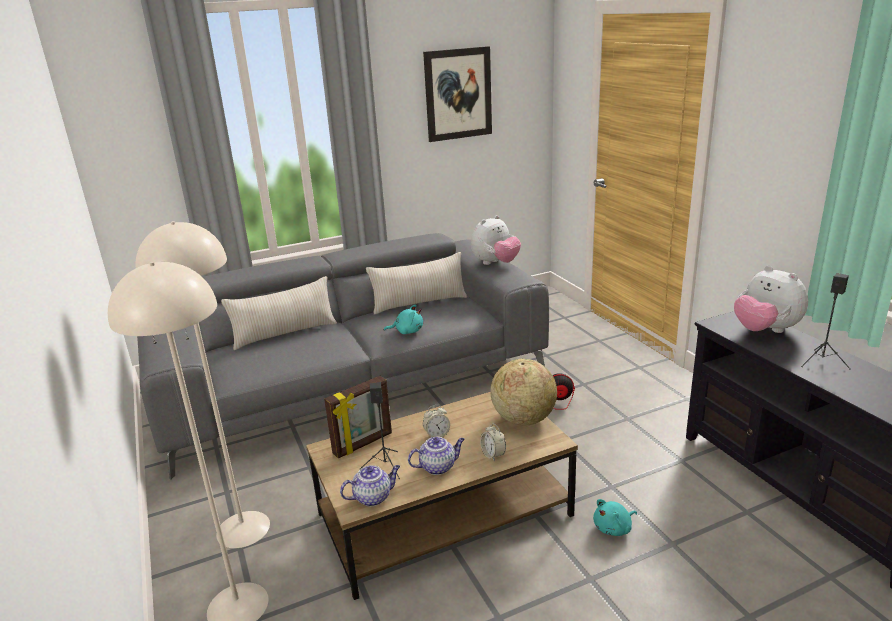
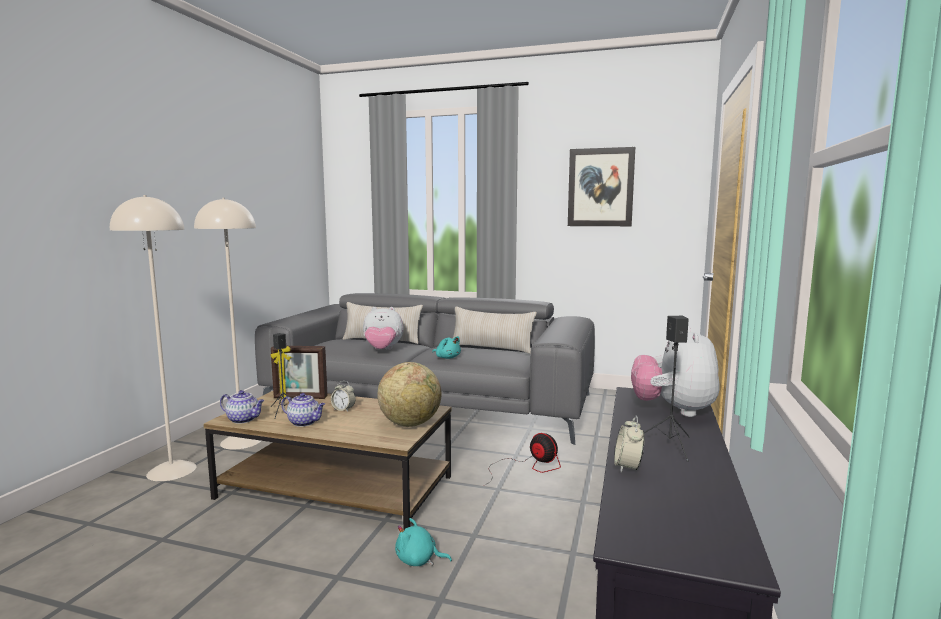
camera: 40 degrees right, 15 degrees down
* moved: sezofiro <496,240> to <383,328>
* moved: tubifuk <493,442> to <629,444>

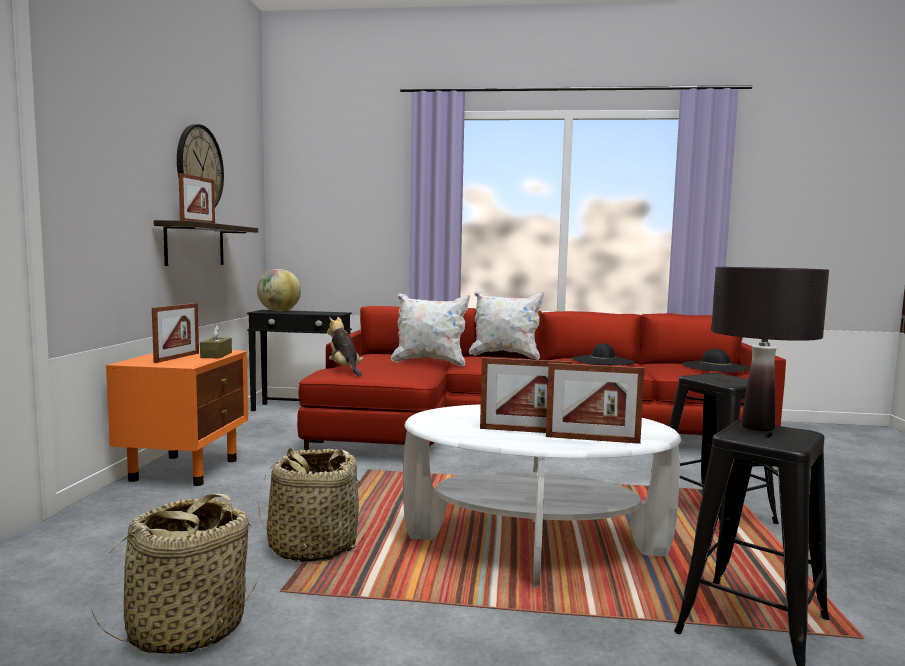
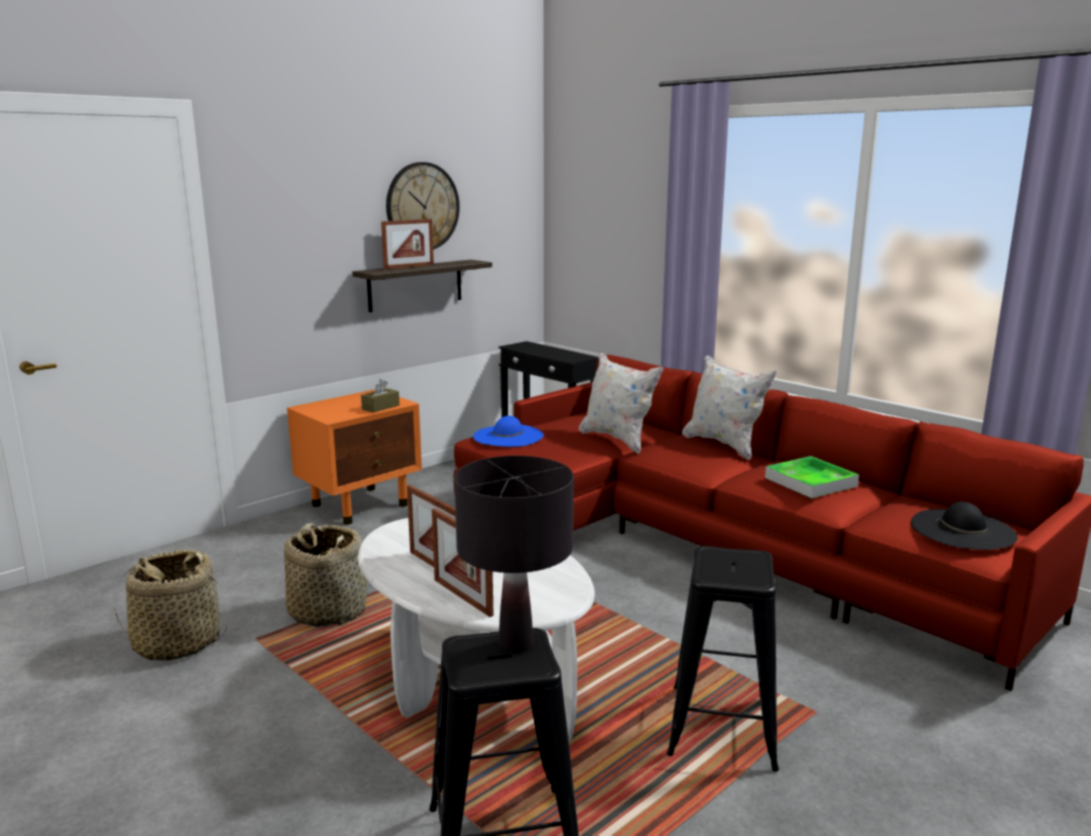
camera: 40 degrees right, 10 degrees up
* removed: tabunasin <279,290>
* removed: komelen <175,333>
* replaced: sezofiro <345,346> to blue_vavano <508,431>
* replaced: black_vavano <603,354> to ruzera <812,477>

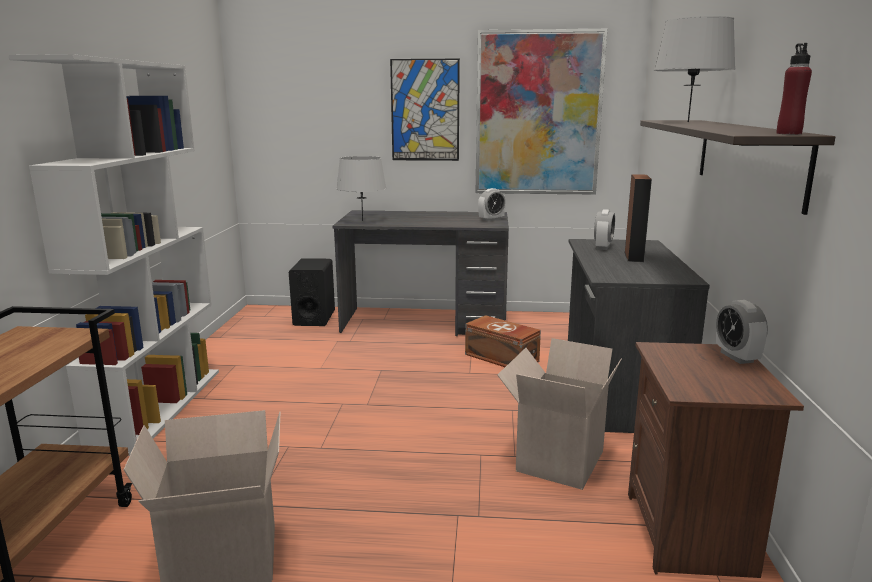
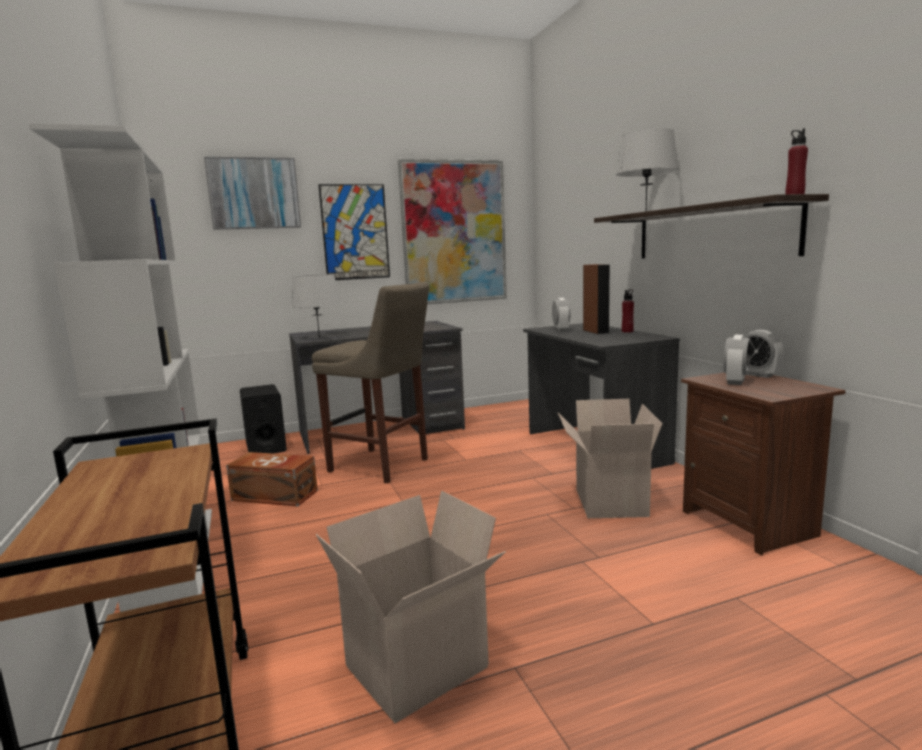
camera: 25 degrees left, 5 degrees down
* moved: tubifuk <492,204> to <737,360>
* moved: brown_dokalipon <503,341> to <272,479>
* added: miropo <252,193>
* added: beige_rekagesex <370,382>
* added: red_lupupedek <628,311>

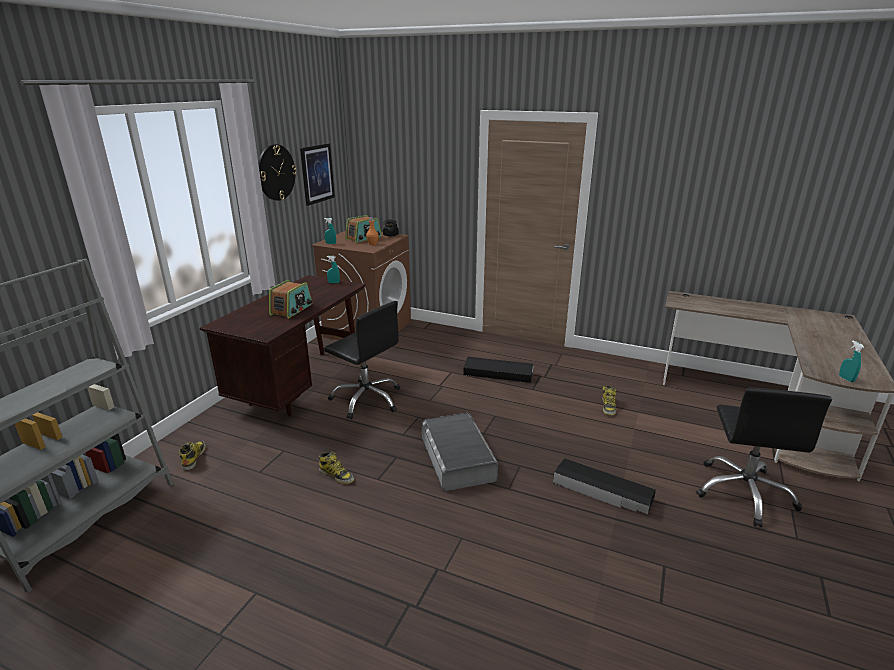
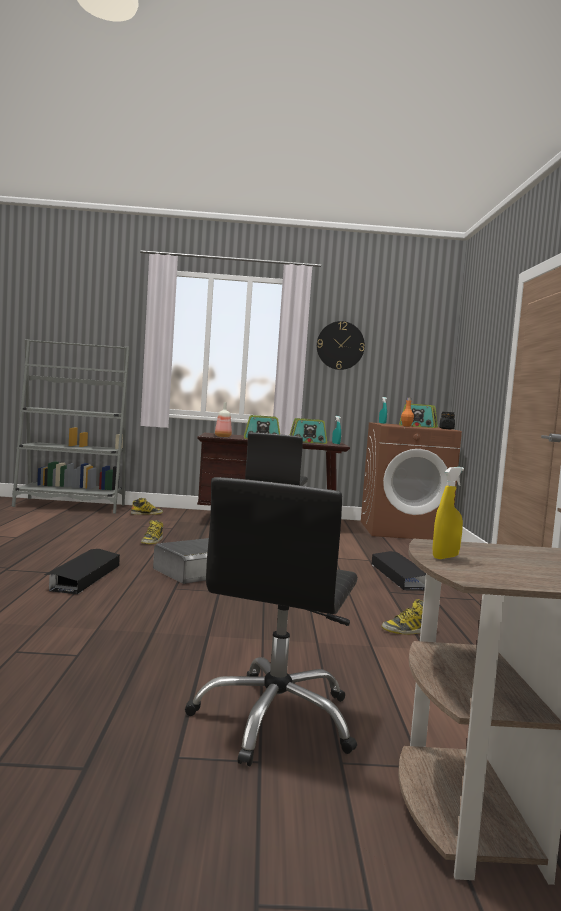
camera: 65 degrees right, 20 degrees down
* removed: miropo <317,174>
* recoloured: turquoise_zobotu <851,361> to yellow_zobotu <448,513>
* turned: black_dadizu <764,457> = <271,621> 60 degrees counterclockwise
* moved: black_dokalipon <604,486> to <82,571>
* added: lupupedek <223,419>
* added: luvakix <308,431>

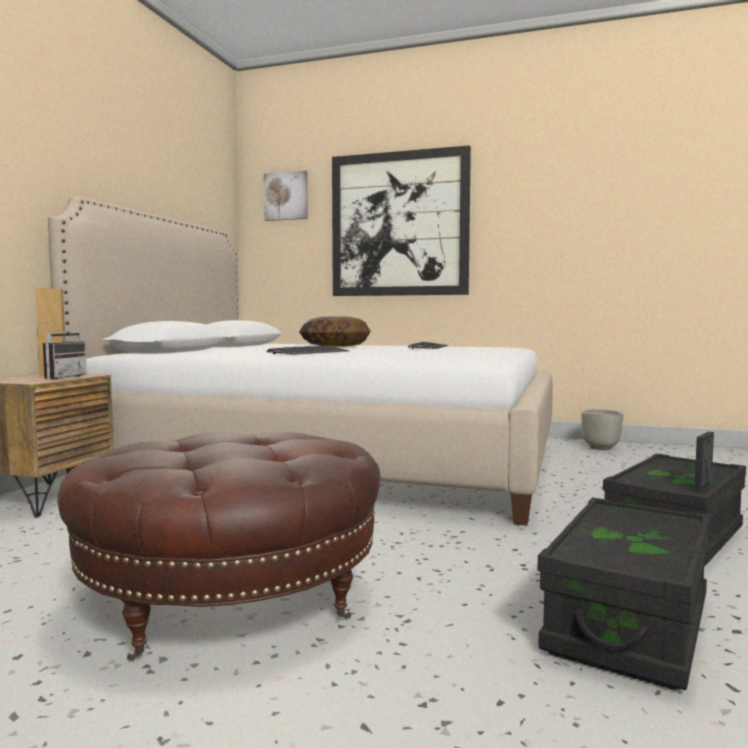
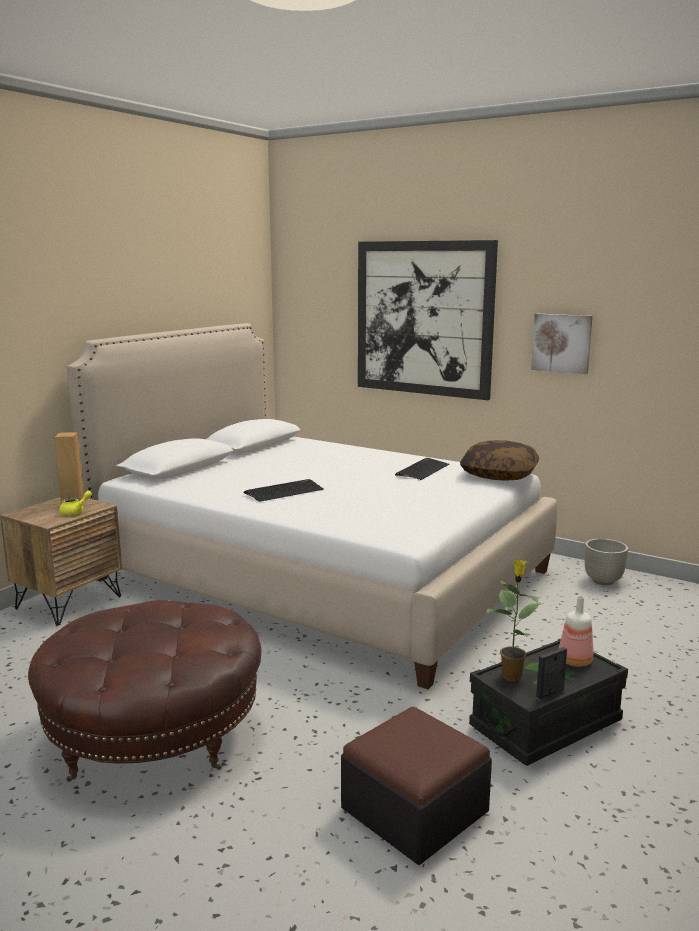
camera: 15 degrees right, 10 degrees up
* moved: miropo <286,196> to <562,343>
* moved: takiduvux <335,332> to <499,460>
* replaced: luvakix <65,350> to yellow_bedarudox <75,503>
* replaced: black_dokalipon <623,593> to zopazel <416,786>
* added: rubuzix <515,620>
* added: lupupedek <576,631>

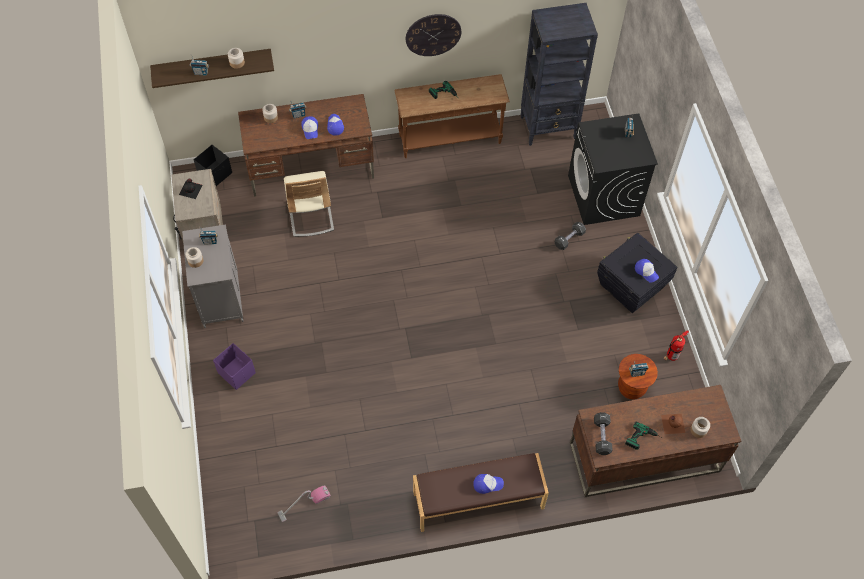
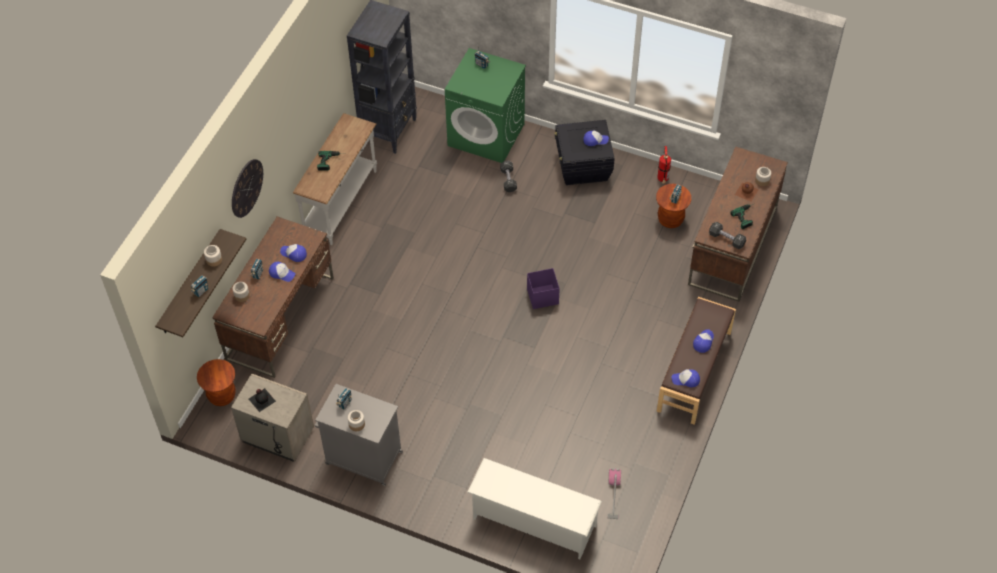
camera: 55 degrees left, 5 degrees down
* moved: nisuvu <433,35> to <247,188>
* recoloured: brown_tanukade <452,116> to white_tanukade <335,179>
* recoloured: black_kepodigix <613,169> to green_kepodigix <485,105>
* replaced: black_dokalipon <213,165> to brown_rekagesex <216,382>
* removed: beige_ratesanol <309,204>
* moved: purple_dokalipon <234,366> to <543,288>
* added: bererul <686,378>
* added: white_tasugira <534,508>

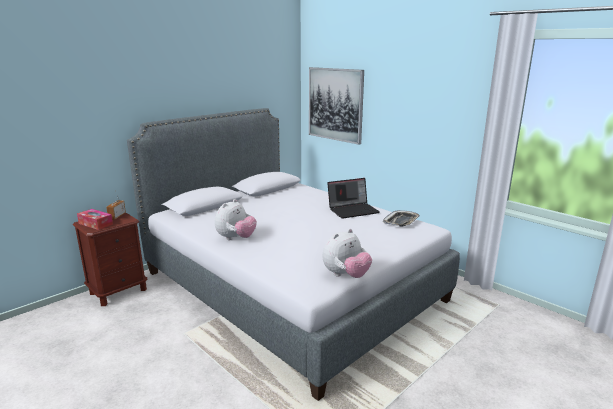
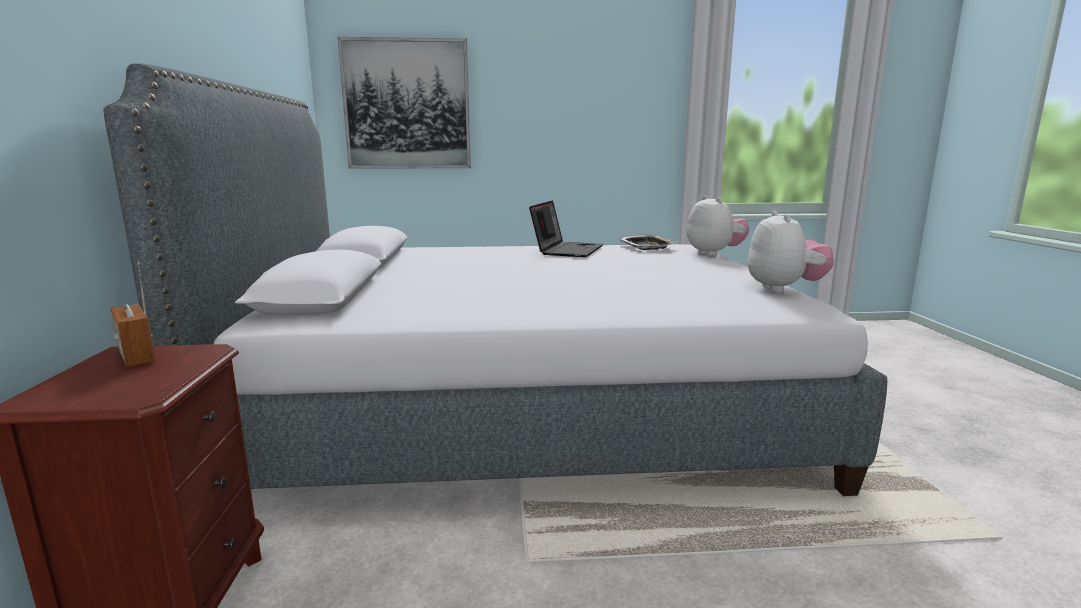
camera: 50 degrees left, 5 degrees down
* moved: sezofiro <236,219> to <717,225>
* removed: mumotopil <95,219>

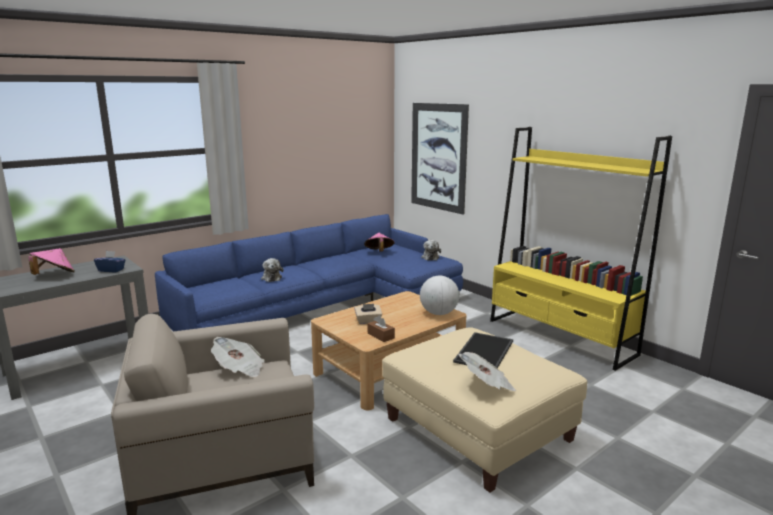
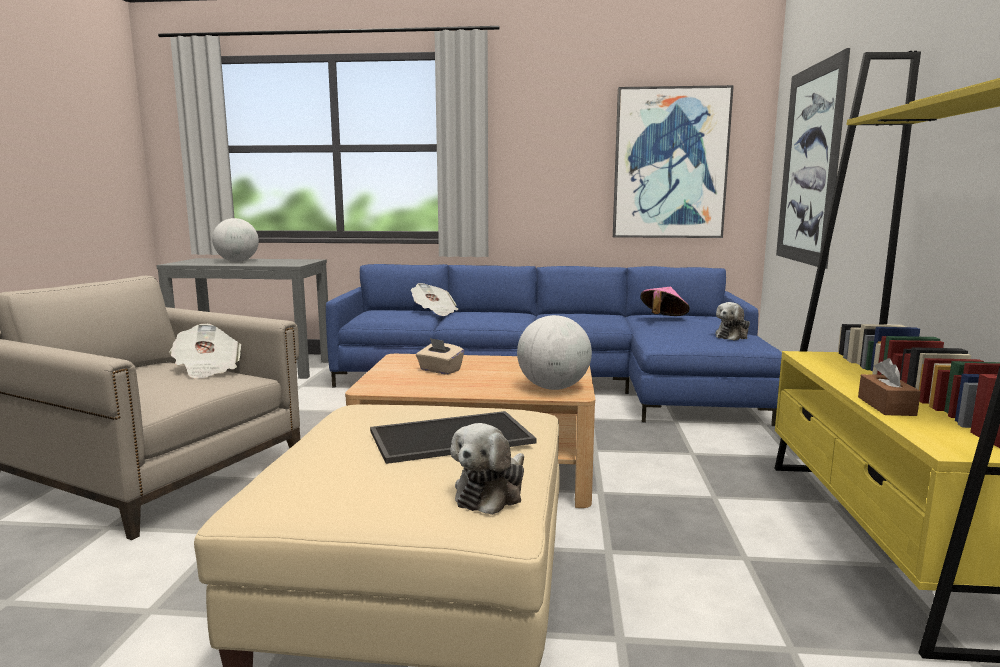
camera: 45 degrees right, 5 degrees down
* replaced: pink_vavano <51,261> to tabunasin <235,240>
* removed: blue_mumotopil <109,261>
* moved: sezofiro <272,270> to <487,469>
* moved: brown_mumotopil <381,328> to <889,387>
* moved: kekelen <487,371> to <434,299>
* added: miropo <673,161>

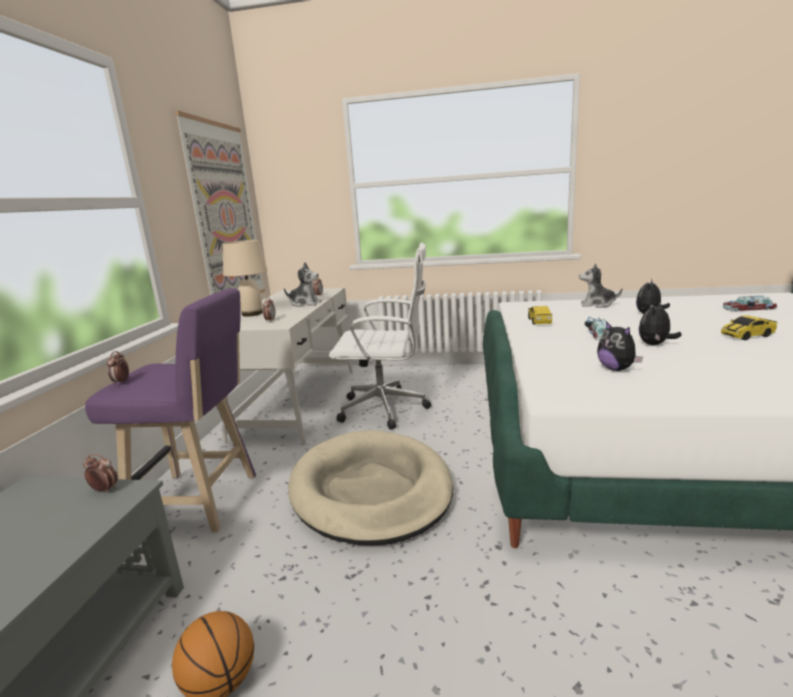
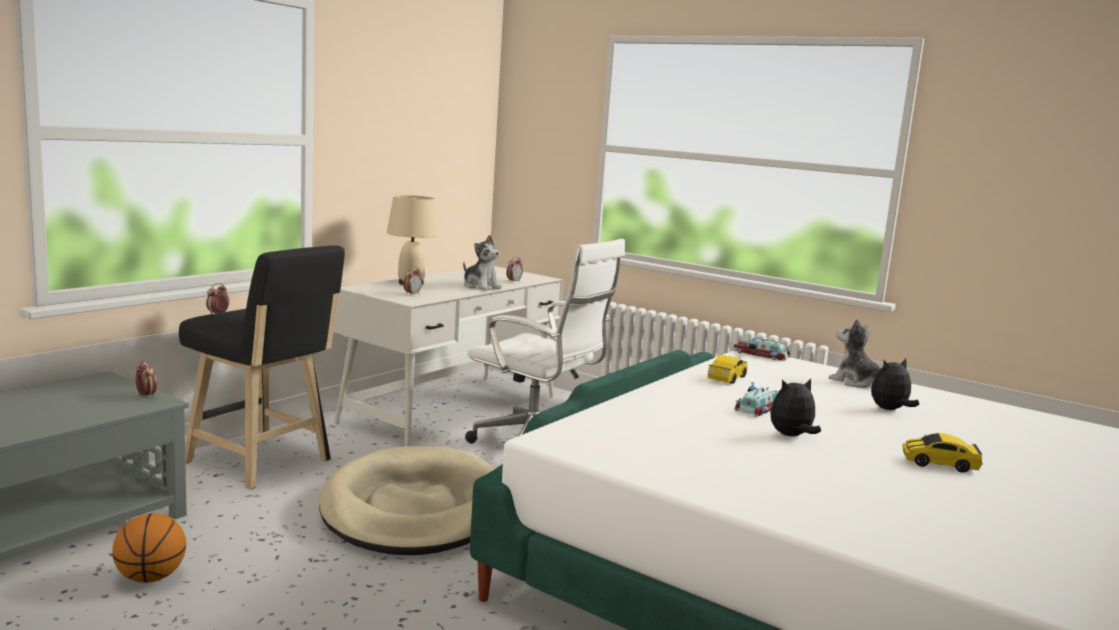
camera: 25 degrees right, 5 degrees down
* removed: miropo <220,202>
* recoloured: purple_rekagesex <170,410> to black_rekagesex <262,367>
* moved: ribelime <749,304> to <762,349>
* removed: sezofiro <620,346>

